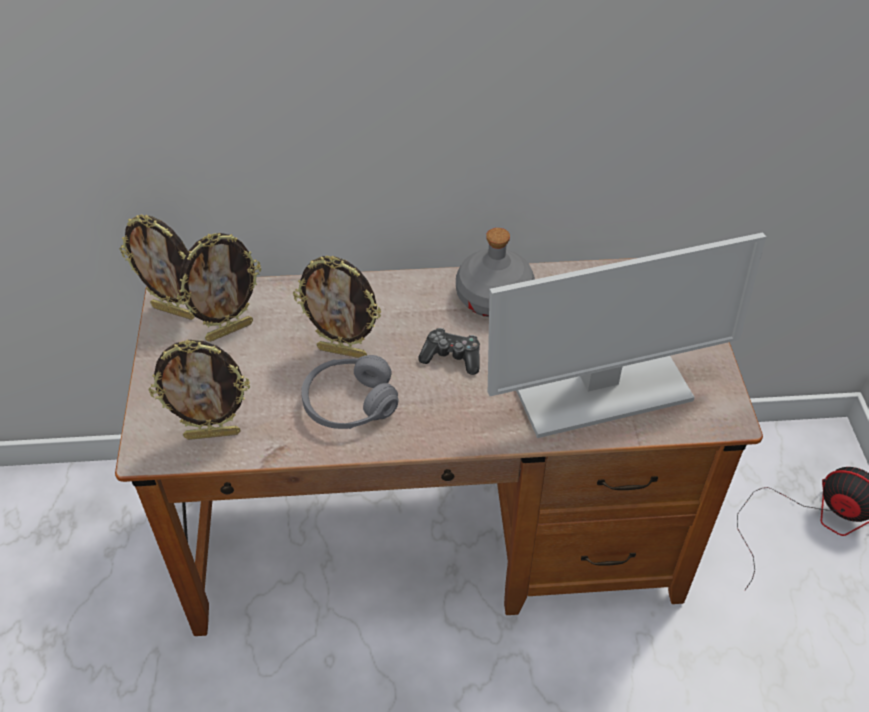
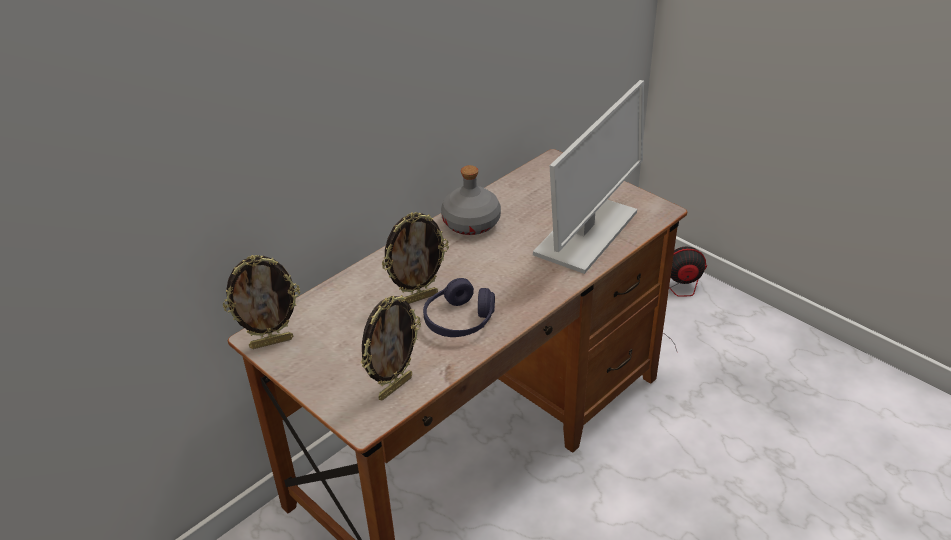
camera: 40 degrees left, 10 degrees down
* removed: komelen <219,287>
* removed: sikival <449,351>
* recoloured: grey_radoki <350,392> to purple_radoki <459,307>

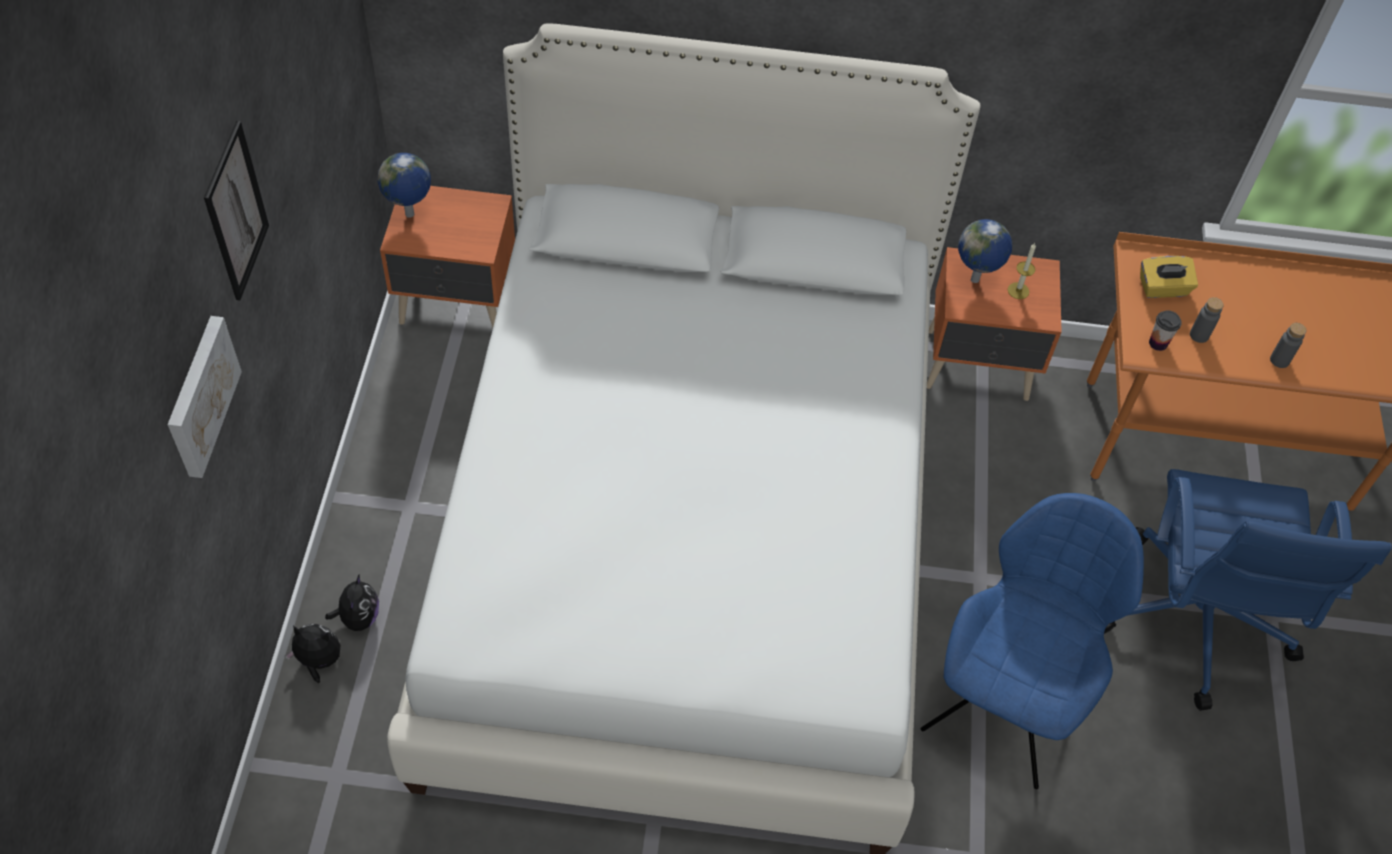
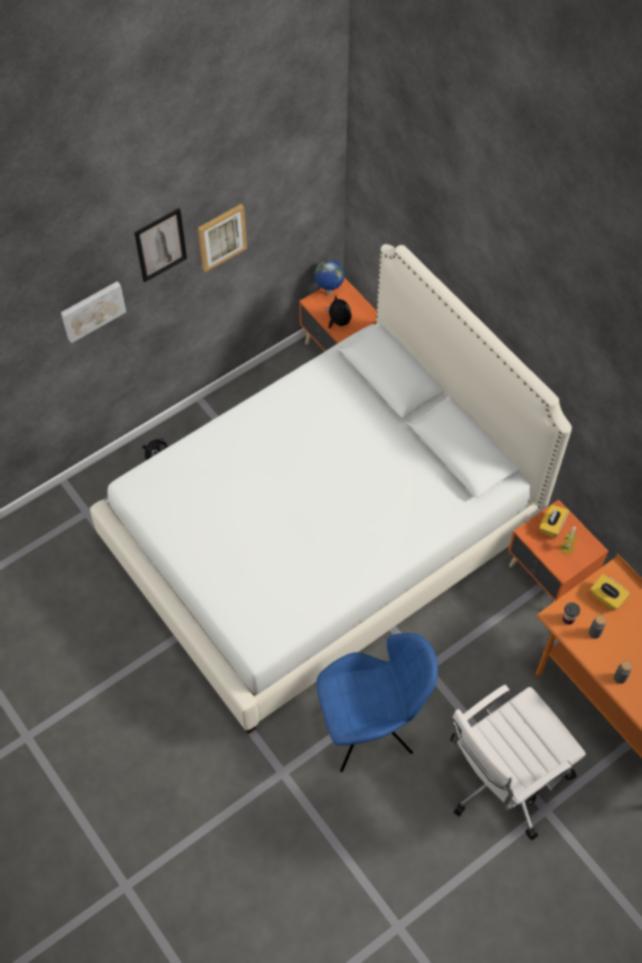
camera: 50 degrees right, 5 degrees up
* replaced: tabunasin <985,251> to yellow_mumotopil <554,521>
* recoloured: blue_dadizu <1248,590> to white_dadizu <518,762>
* moved: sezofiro <313,653> to <339,312>
* added: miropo <222,238>

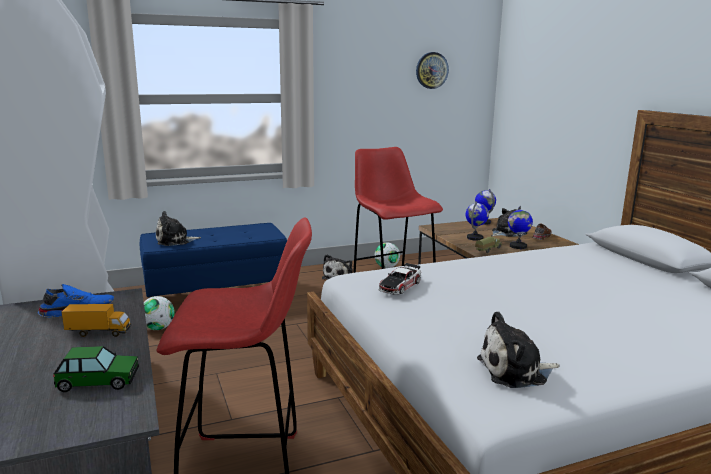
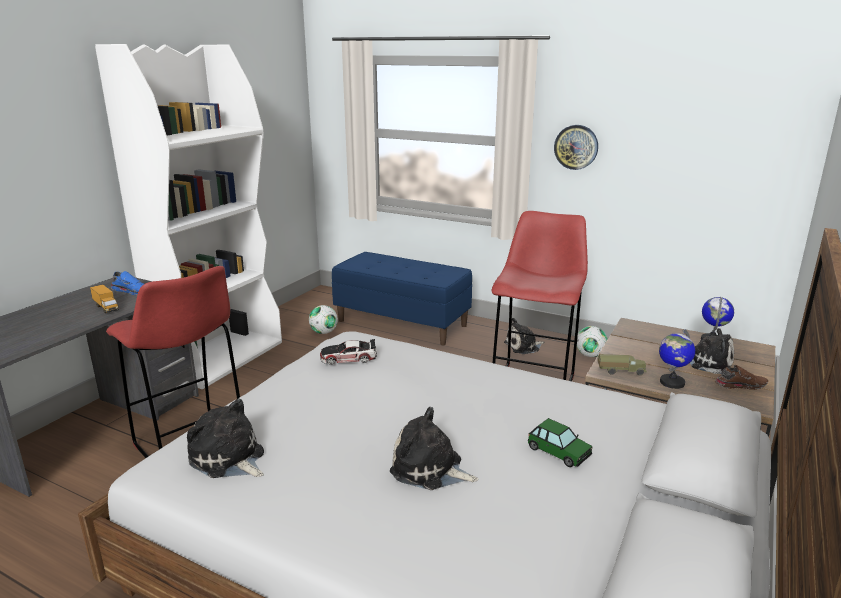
camera: 50 degrees right, 5 degrees up
* moved: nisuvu <432,70> to <576,147>
* removed: tabunasin <477,221>
* moved: sezofiro <178,228> to <434,448>
* moved: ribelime <96,369> to <560,442>

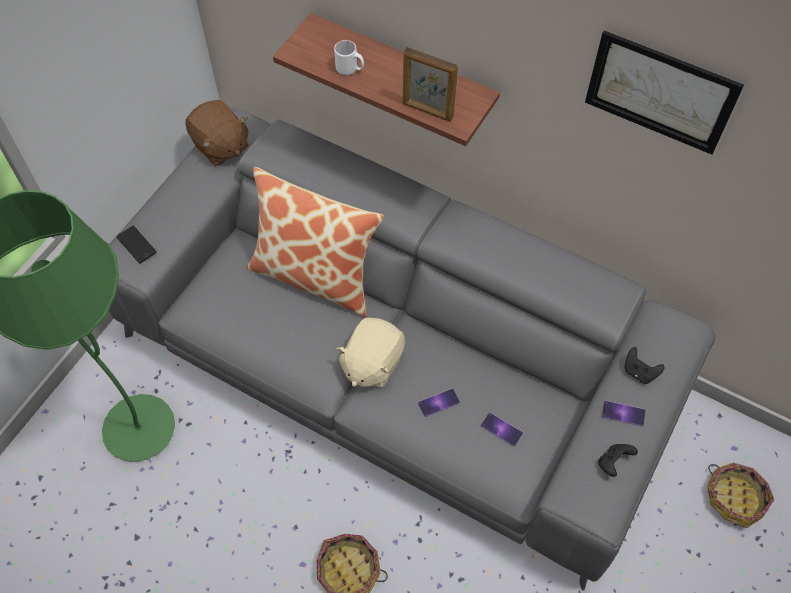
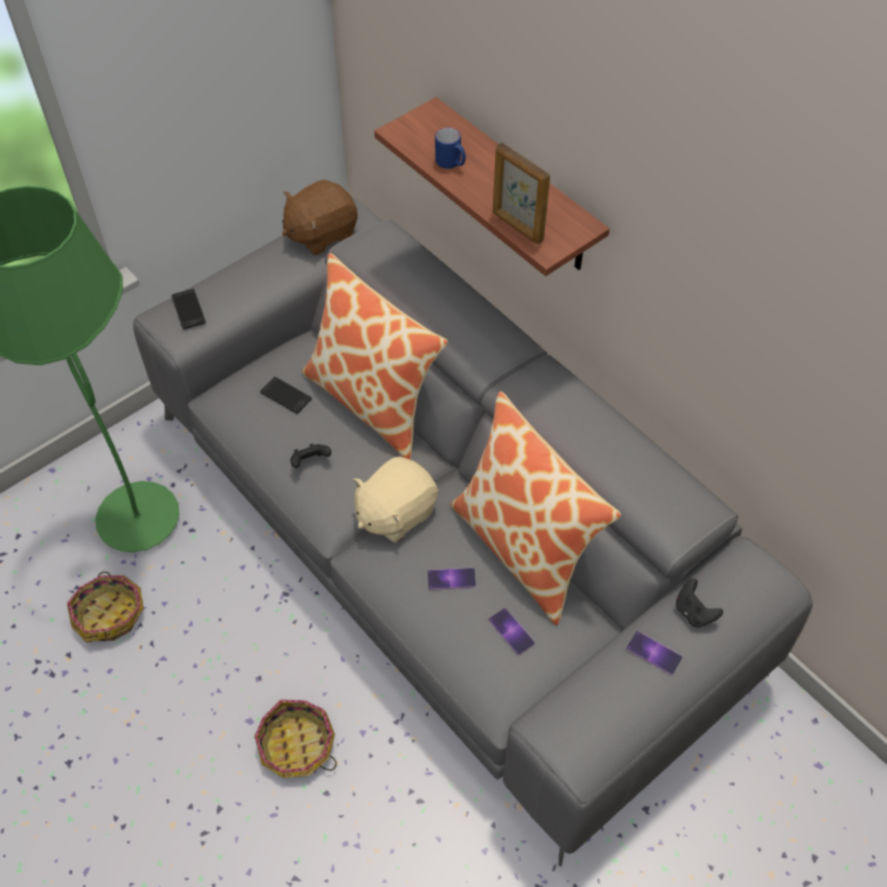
camera: 20 degrees right, 5 degrees down
* removed: miropo <664,93>
* recoloured: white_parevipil <349,57> to blue_parevipil <450,148>
* turned: brown_sezofiro <216,133> = <320,217> 75 degrees clockwise
* moved: black_sikival <618,460> to <310,456>
* moved: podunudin <740,495> to <105,607>
* added: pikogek <286,395>
* added: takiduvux <536,508>

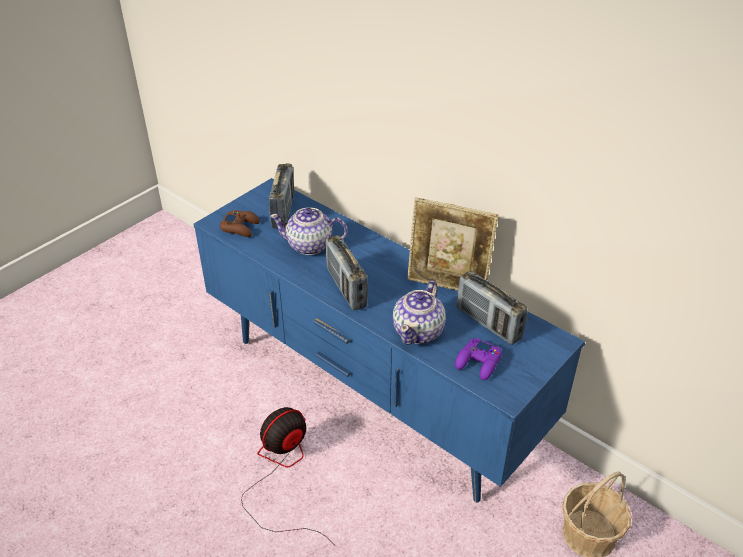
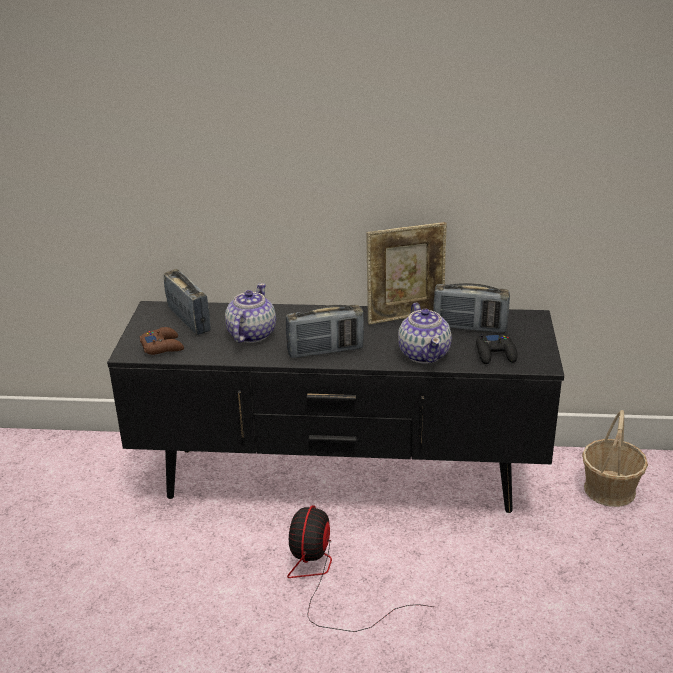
camera: 35 degrees left, 10 degrees down
* recoloured: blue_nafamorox <389,340> to black_nafamorox <335,407>
* turned: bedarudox <308,231> = <250,313> 135 degrees clockwise
* turned: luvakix <347,272> = <325,331> 45 degrees counterclockwise
* recoloured: purple_sikival <478,359> to black_sikival <497,349>

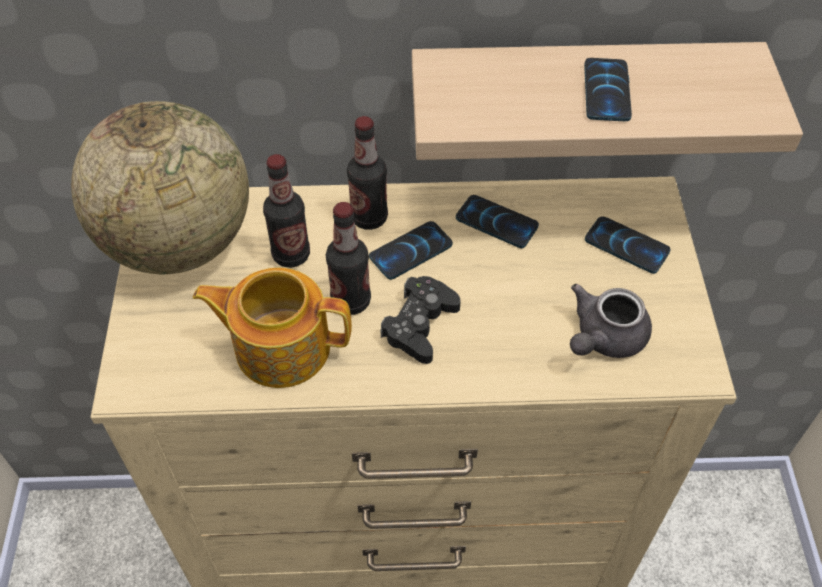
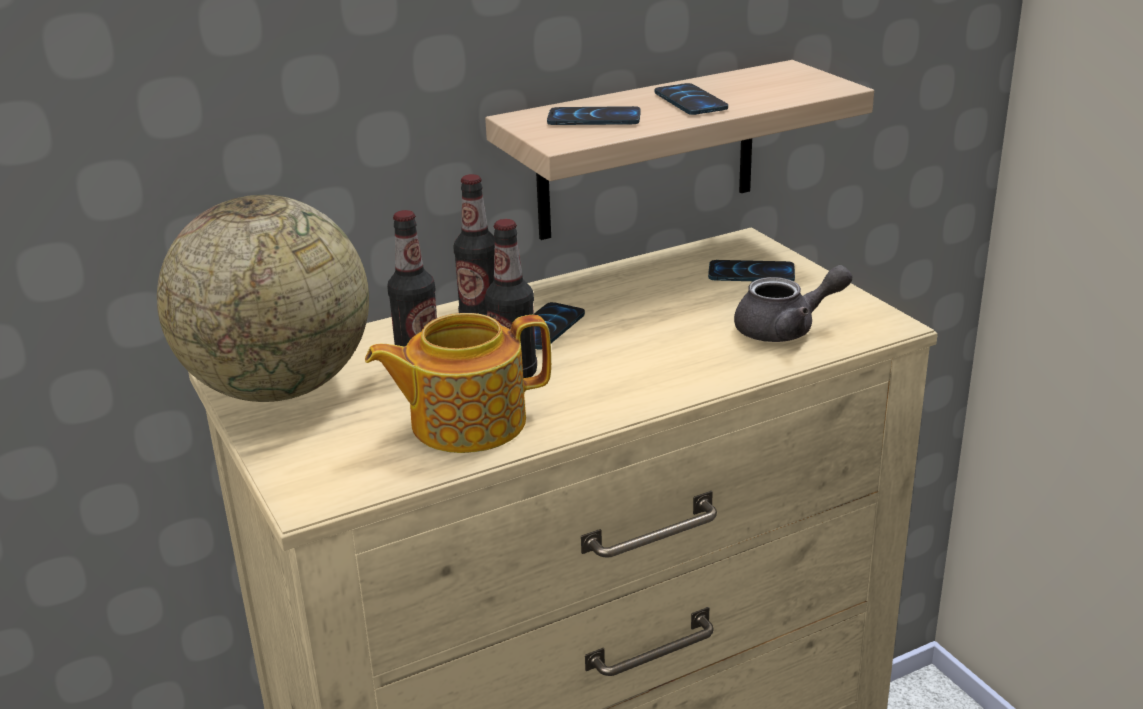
camera: 25 degrees left, 25 degrees down
* moved: pikogek <497,221> to <594,115>
* removed: black_sikival <421,320>
* turned: grey_bedarudox <611,321> = <793,303> 120 degrees counterclockwise

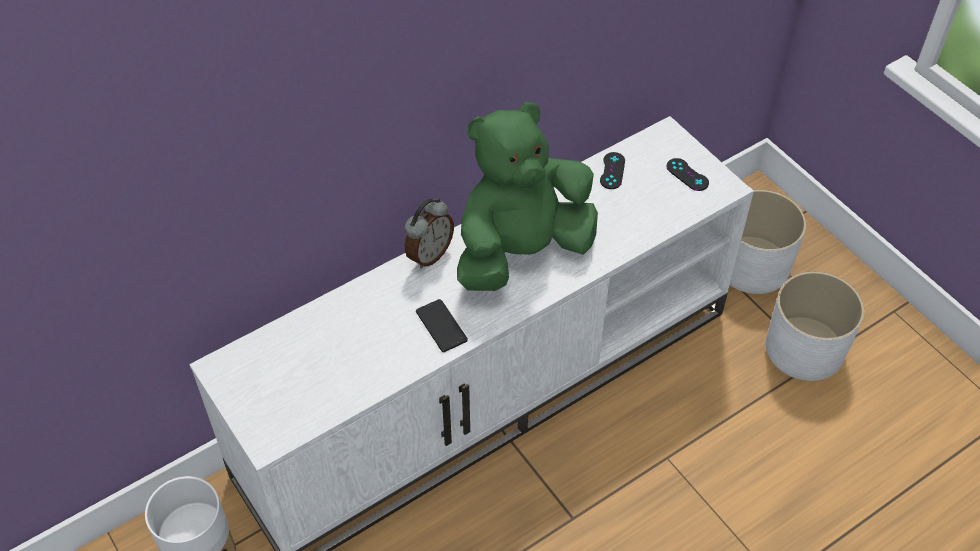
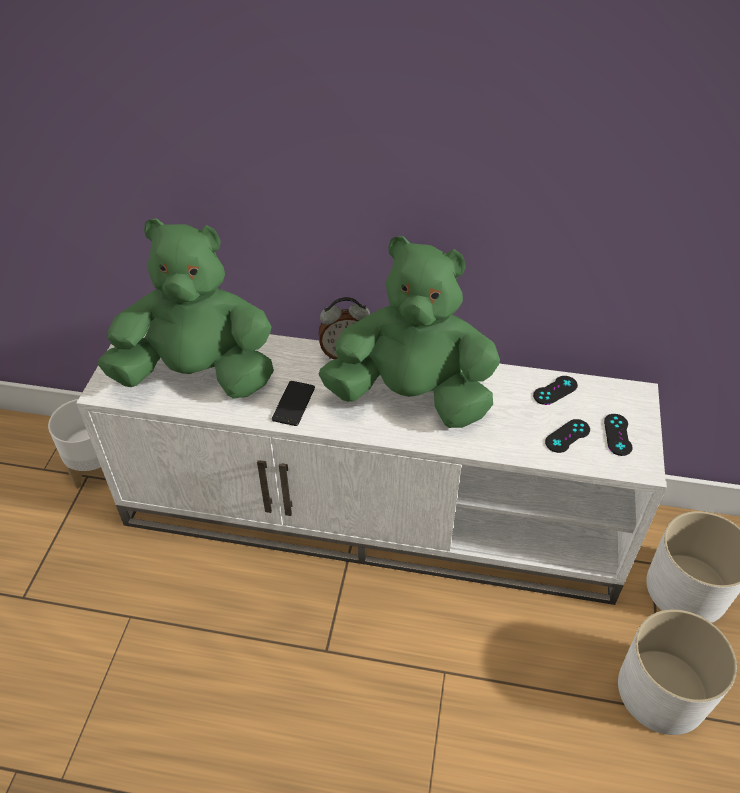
camera: 45 degrees right, 5 degrees down
* added: green_sezofiro <186,308>
* added: black_sikival <567,436>

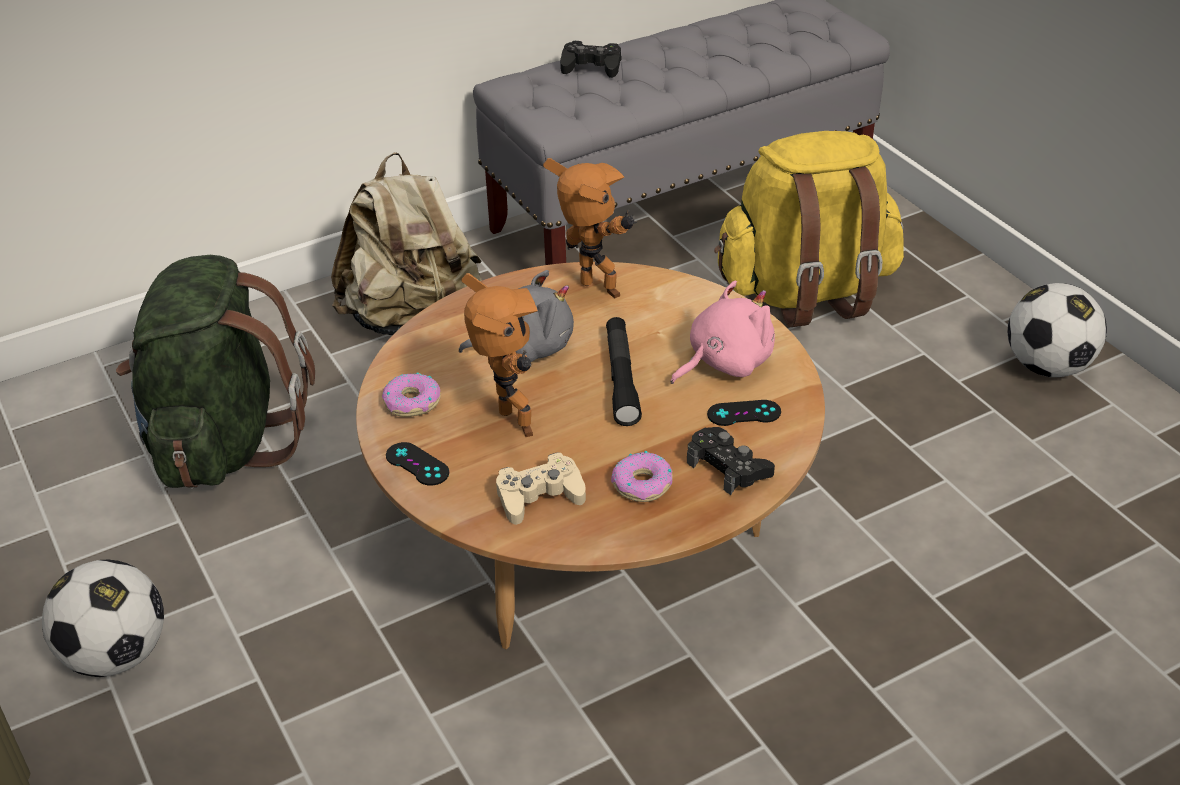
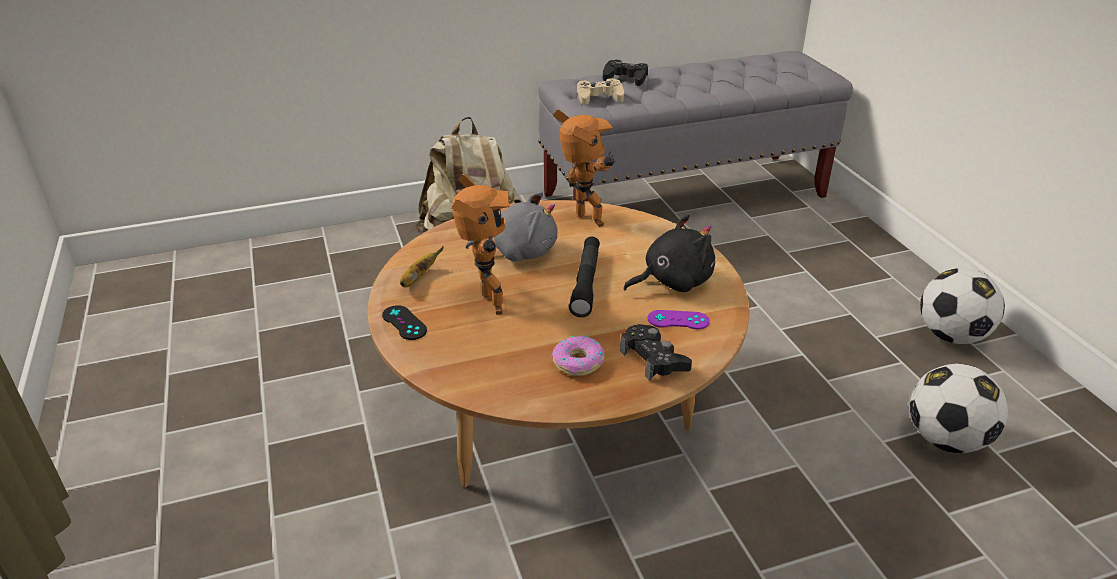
camera: 10 degrees right, 5 degrees down
* removed: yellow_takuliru <809,229>
* removed: green_takuliru <215,371>
* recoloured: pink_sezofiro <723,332> to black_sezofiro <669,253>
* replaced: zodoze <411,394> to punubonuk <421,267>
* recoloured: black_sikival <744,413> to purple_sikival <678,319>
* moved: beige_sikival <541,488> to <600,91>
* moved: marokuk <103,618> to <959,408>

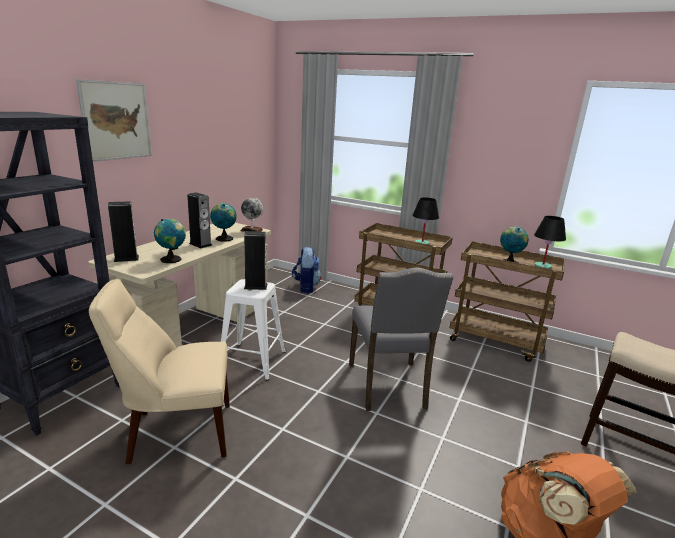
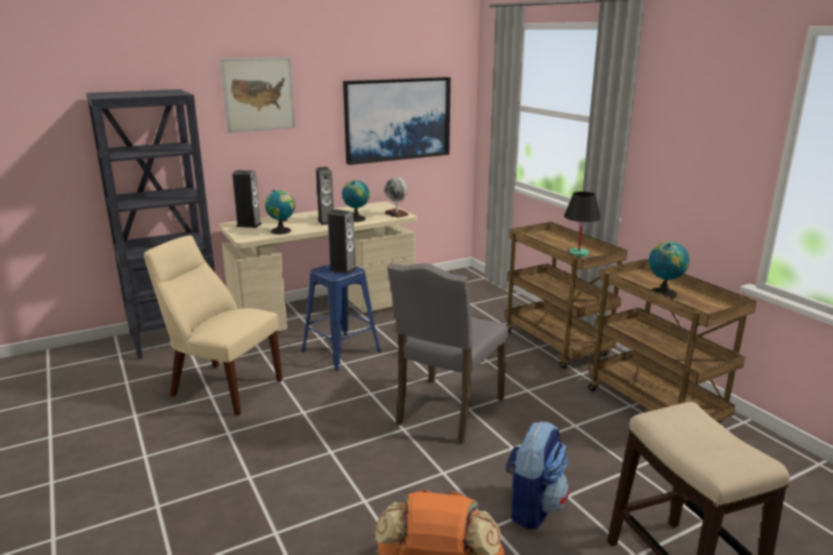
camera: 35 degrees right, 0 degrees up
* removed: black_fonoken <550,242>
* moved: takuliru <306,270> to <537,475>
* recoloured: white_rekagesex <253,330> to blue_rekagesex <341,317>
* added: miropo <397,121>

